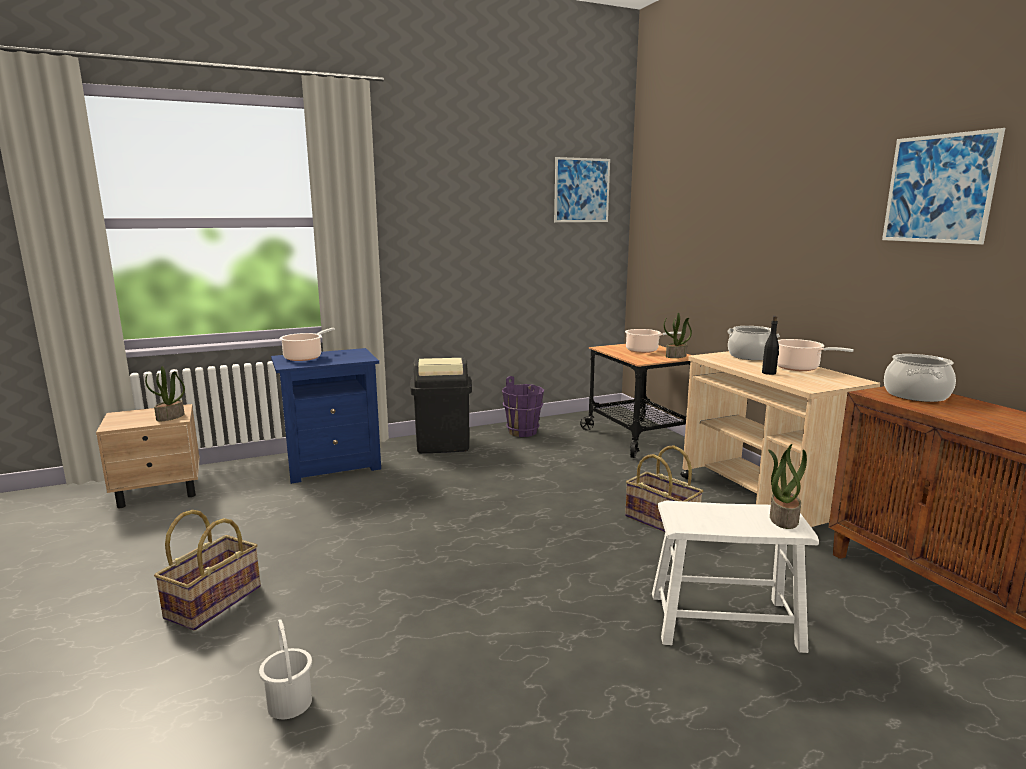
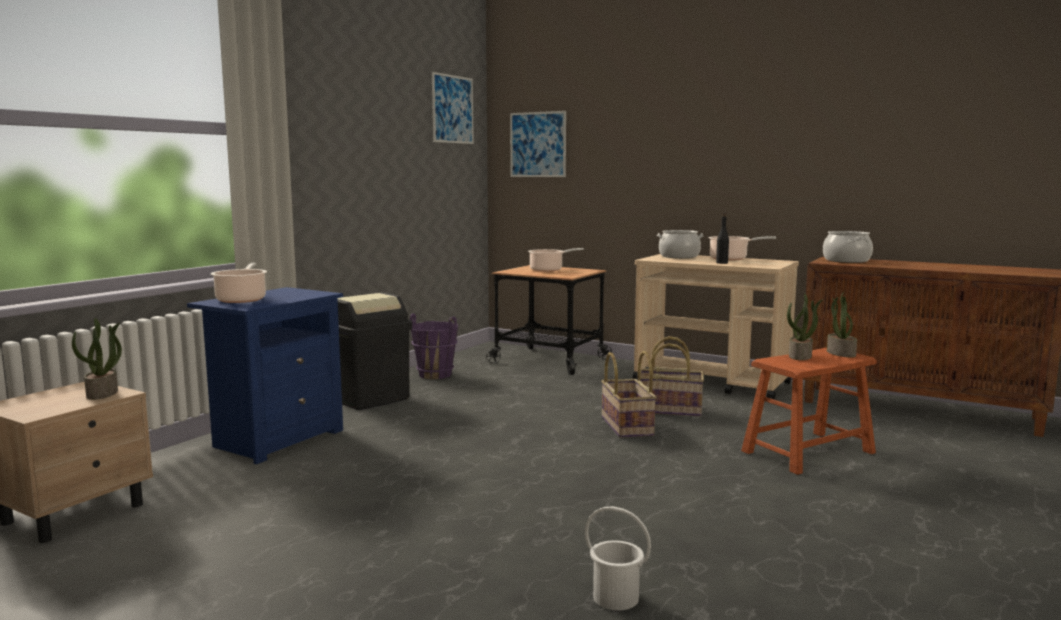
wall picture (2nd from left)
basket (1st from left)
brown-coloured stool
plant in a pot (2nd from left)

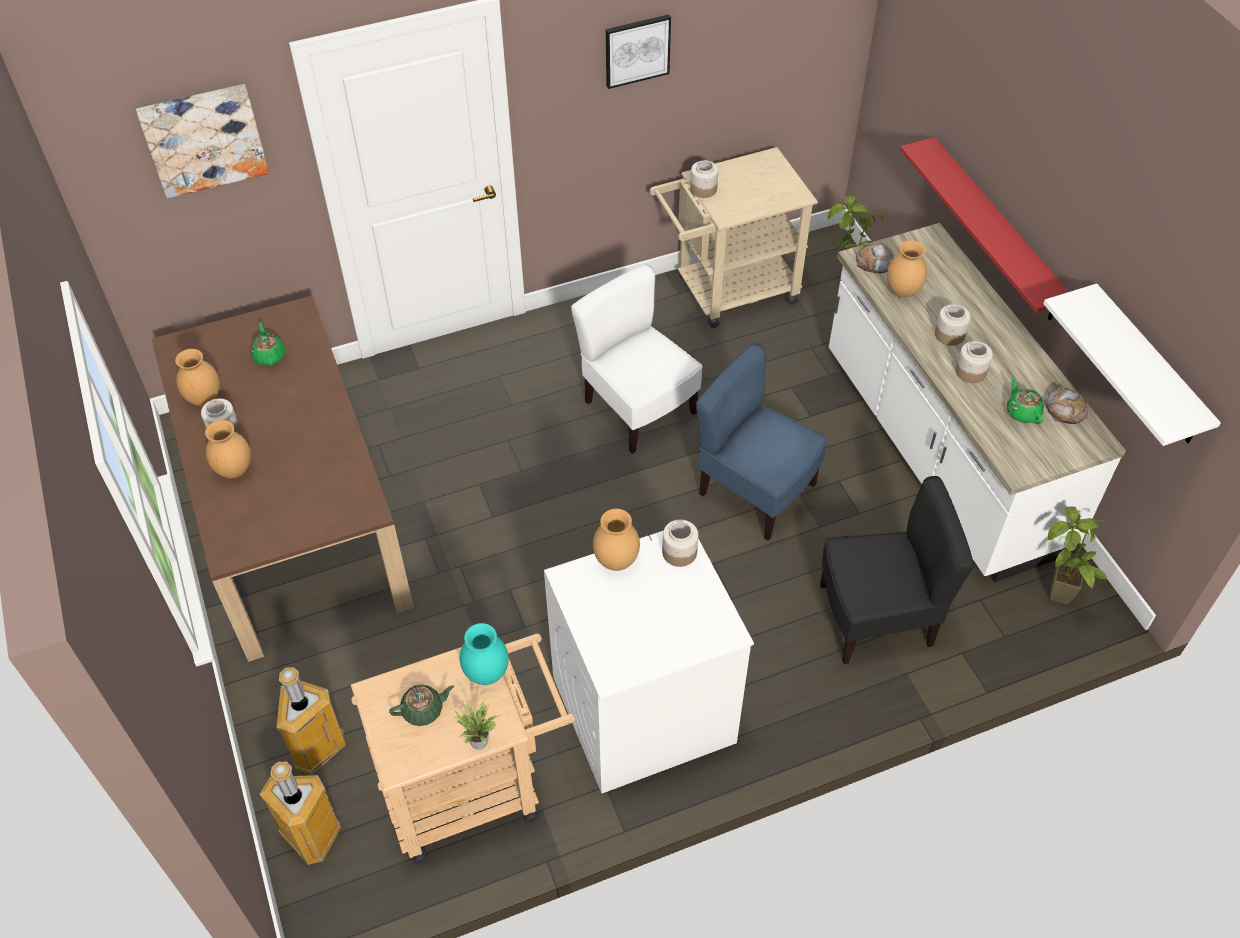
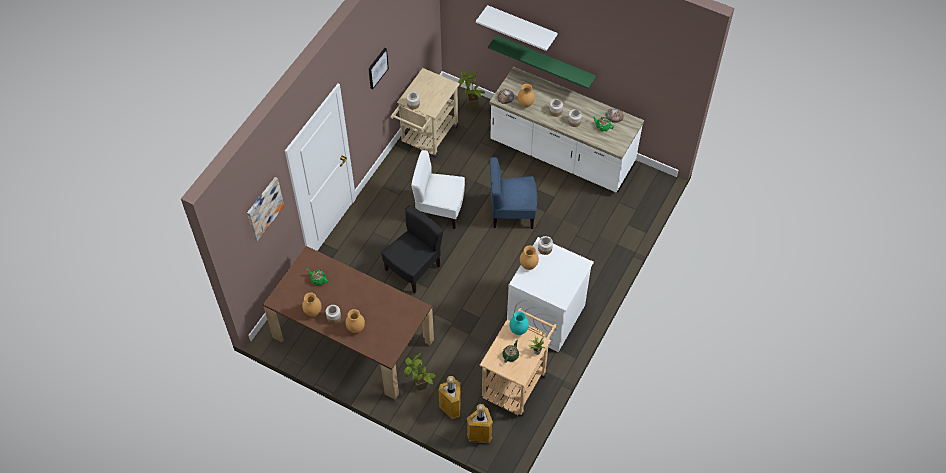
black-coloured plain chair
plant in a pot (1st from left)
whitish wall shelf
green wall shelf

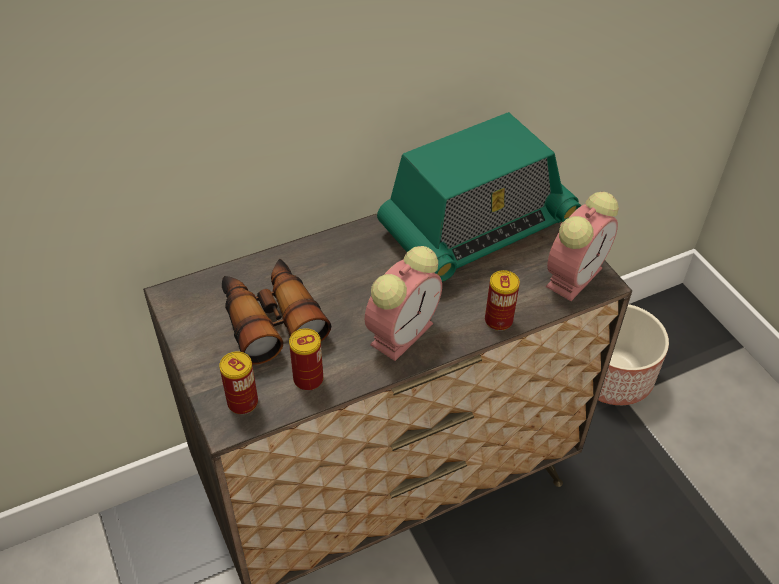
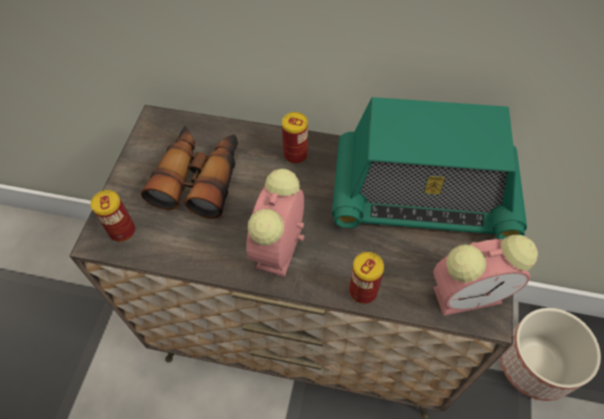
alarm clock (1st from left)
sealed can (2nd from left)

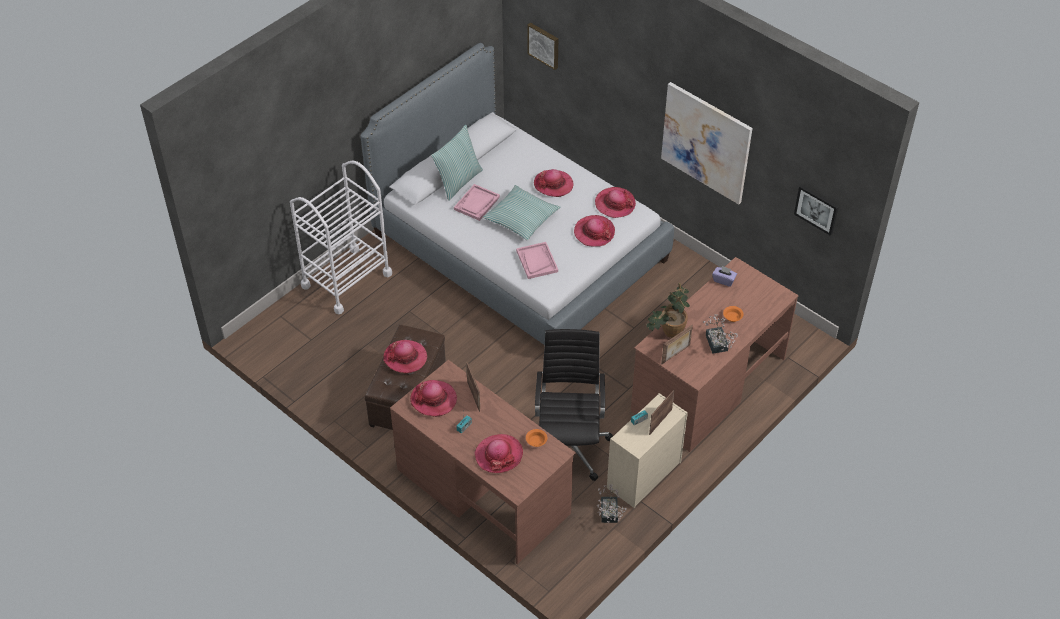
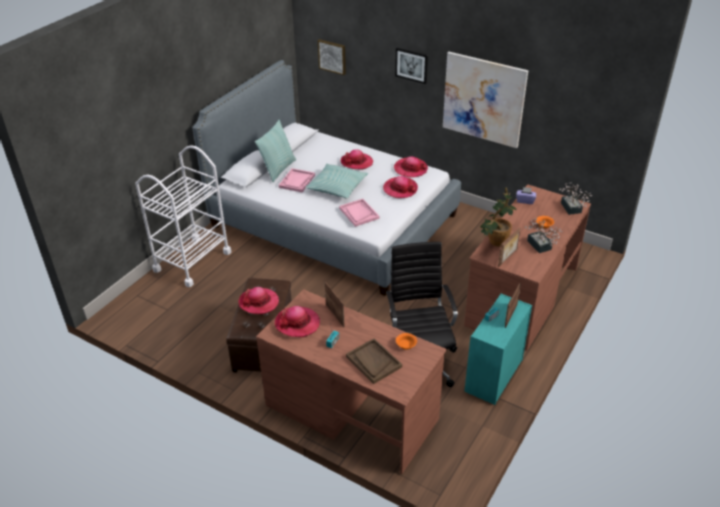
brown-coloured serving tray
wall picture (2nd from left)
turquoise-coloured drawer chest
plant in a pot (3rd from left)

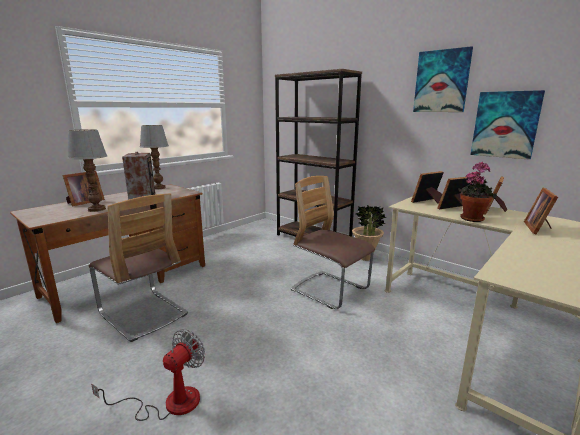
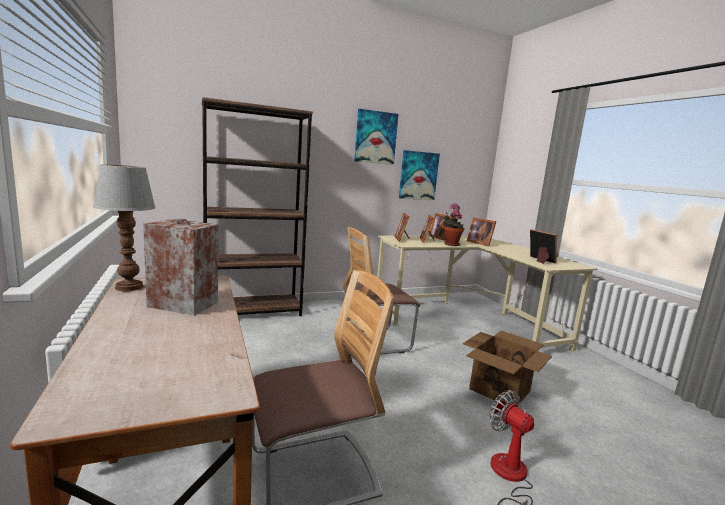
cardboard box
picture frame (5th from left)
table lamp (1st from left in the first image)
plant in a pot (1st from left in the first image)

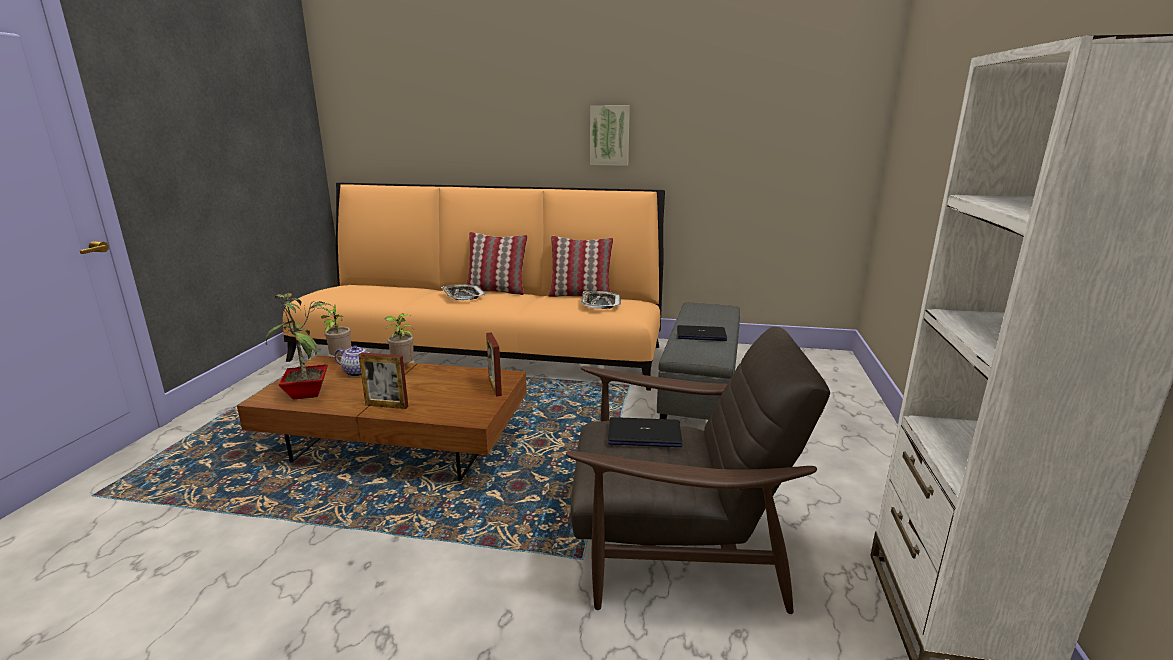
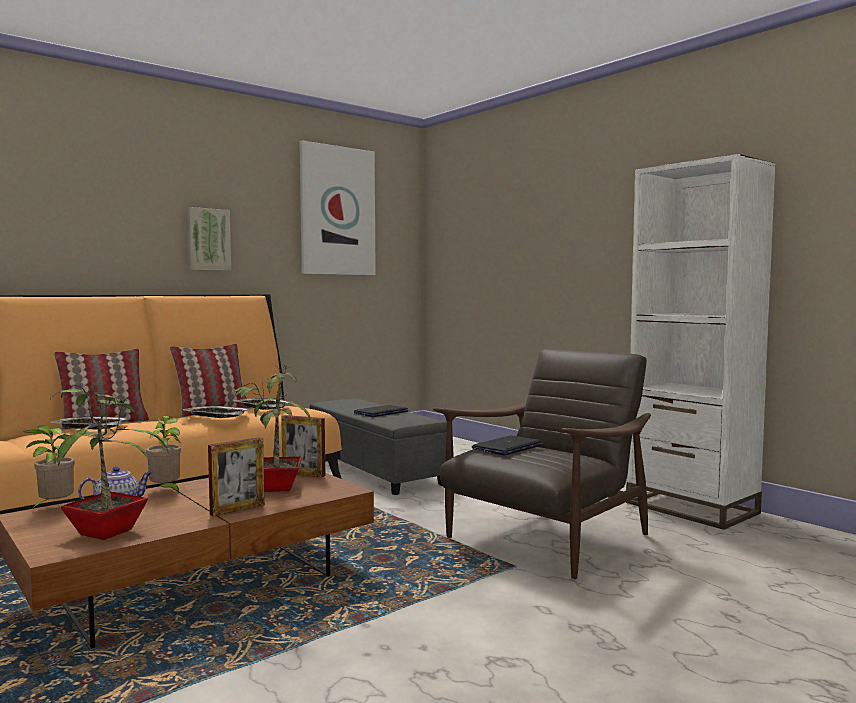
serving tray (2nd from left)
plant in a pot (4th from left)
wall picture (2nd from left)

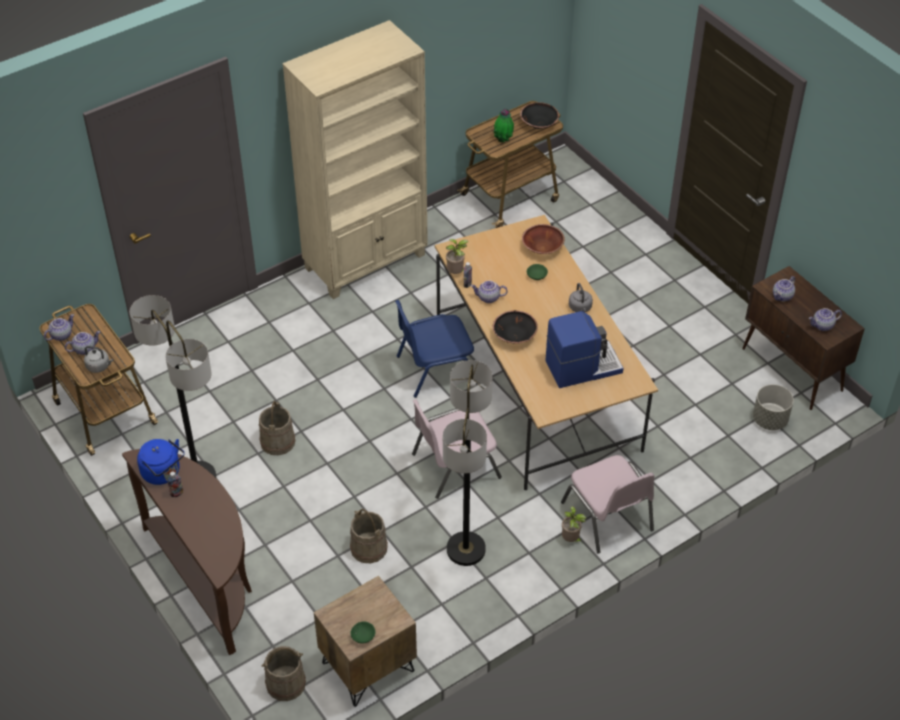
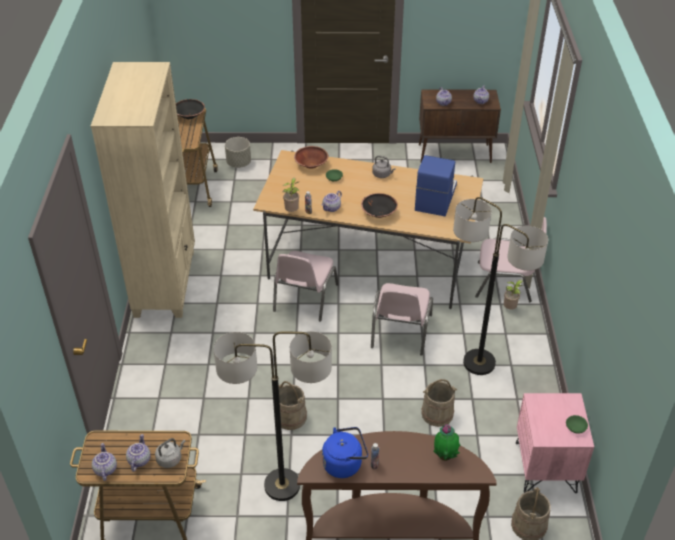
gray flower pot
pinkish plain chair (1st from left)
plant in a pot (2nd from left)
pinkish night table

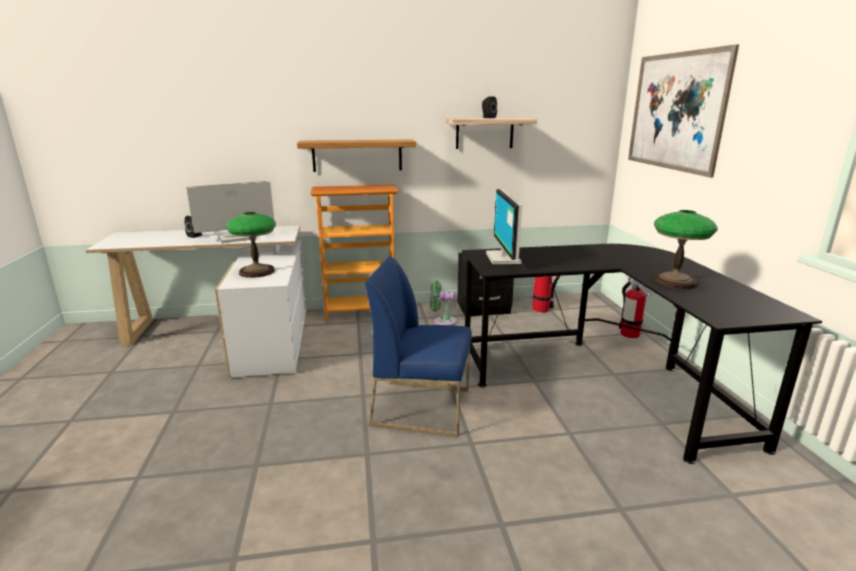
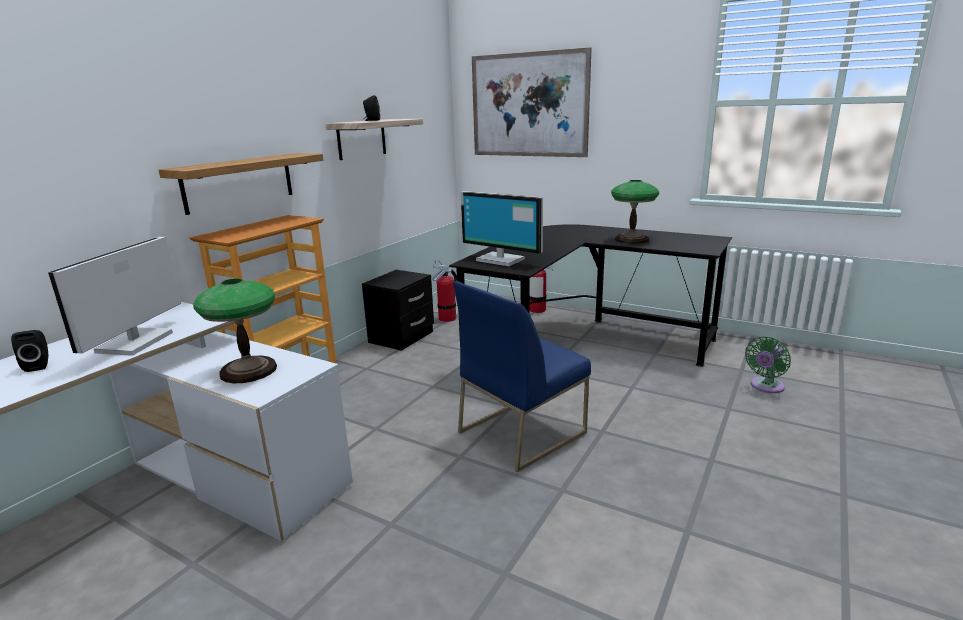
green fan

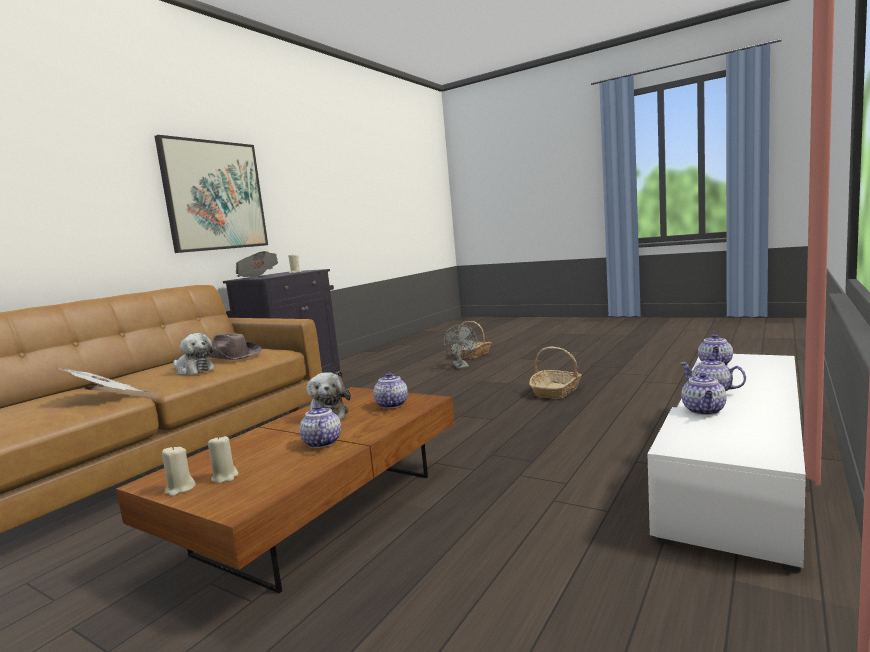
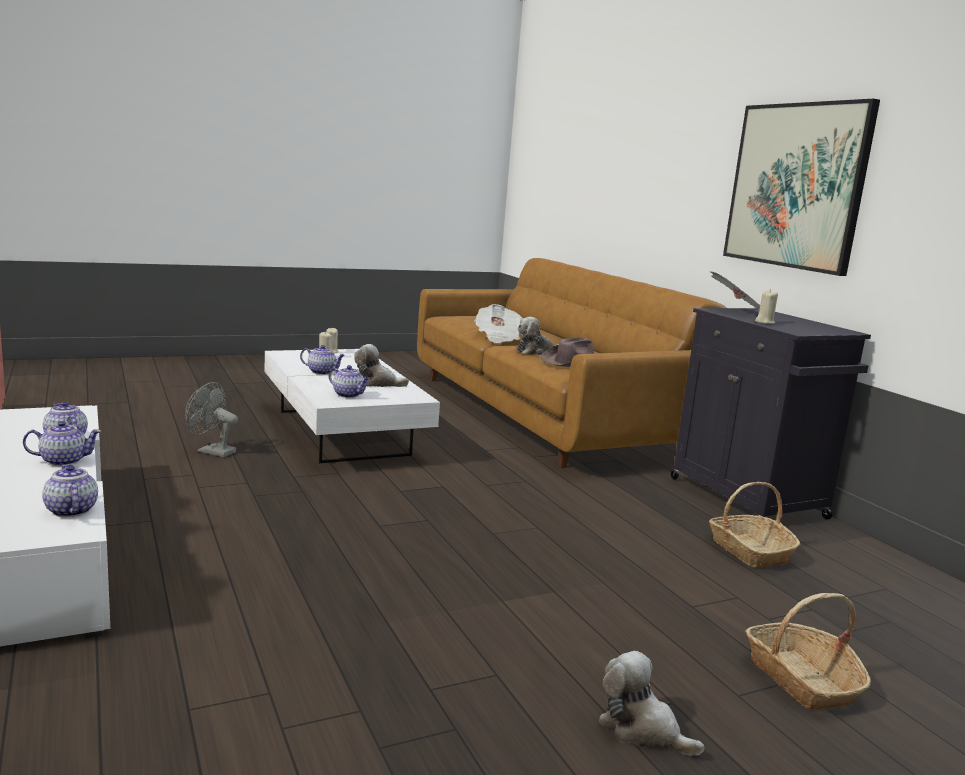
gray fan
whitish coffee table
cuddly toy (3rd from left)
basket (1st from left)

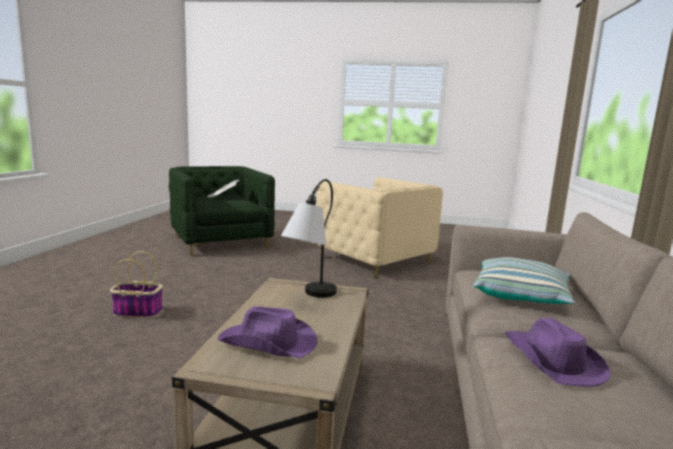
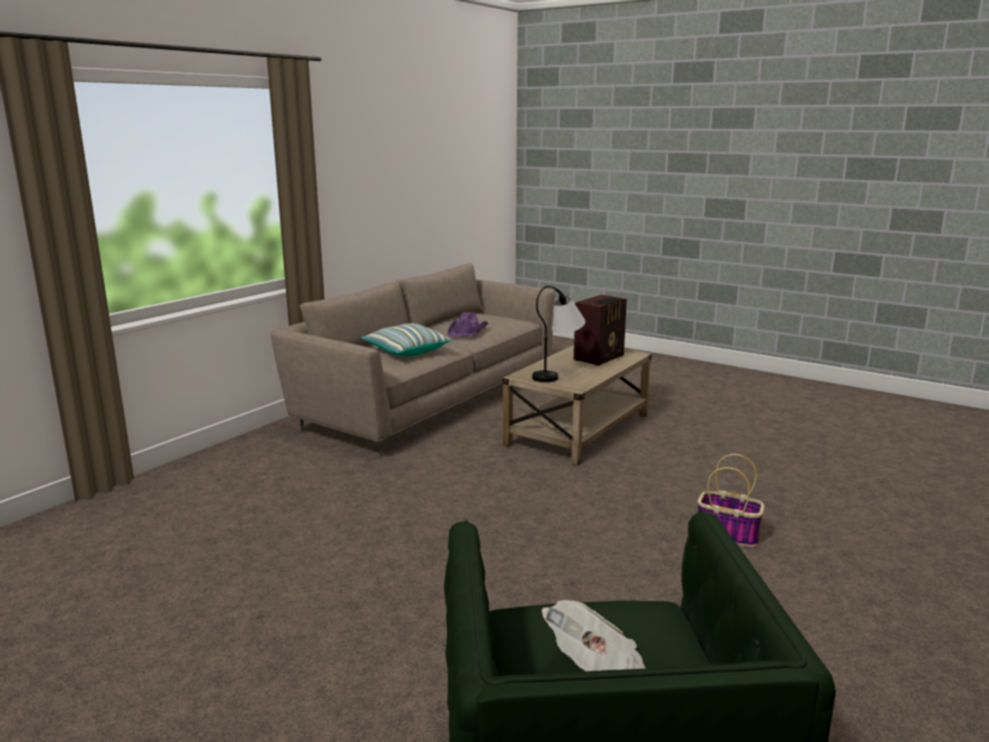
radio
beige-coloured lounge chair

